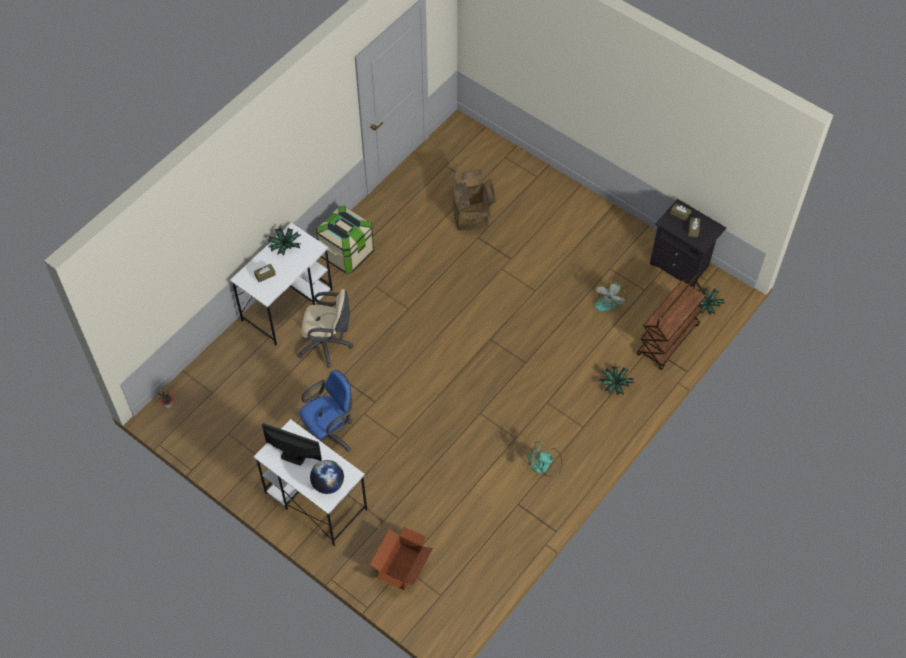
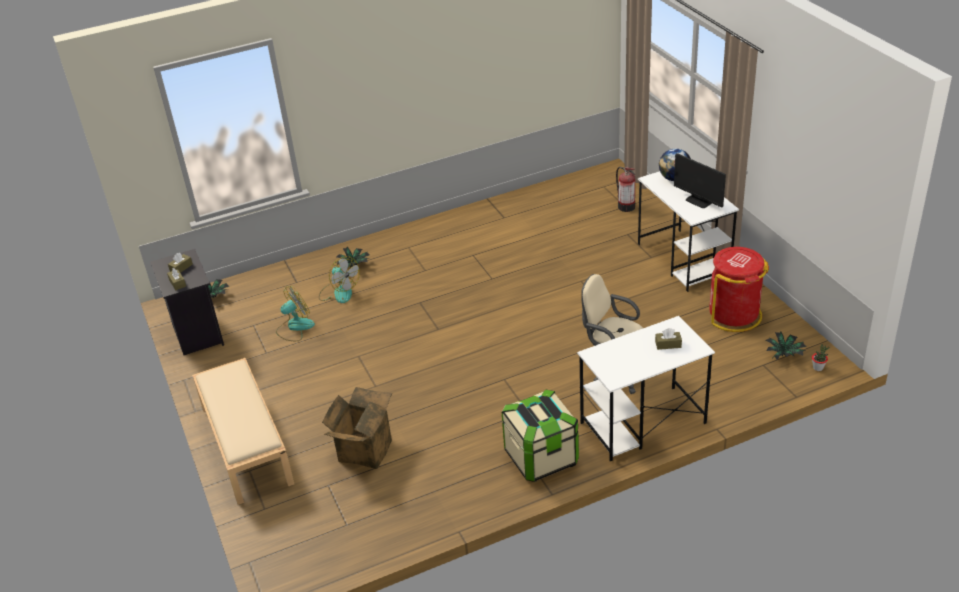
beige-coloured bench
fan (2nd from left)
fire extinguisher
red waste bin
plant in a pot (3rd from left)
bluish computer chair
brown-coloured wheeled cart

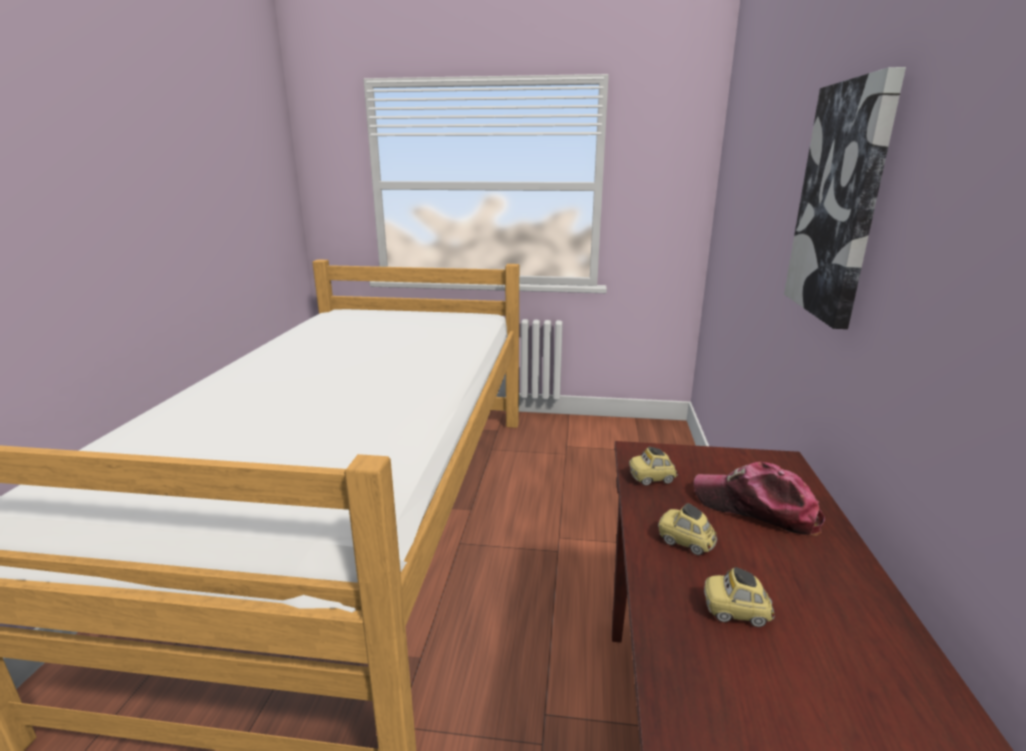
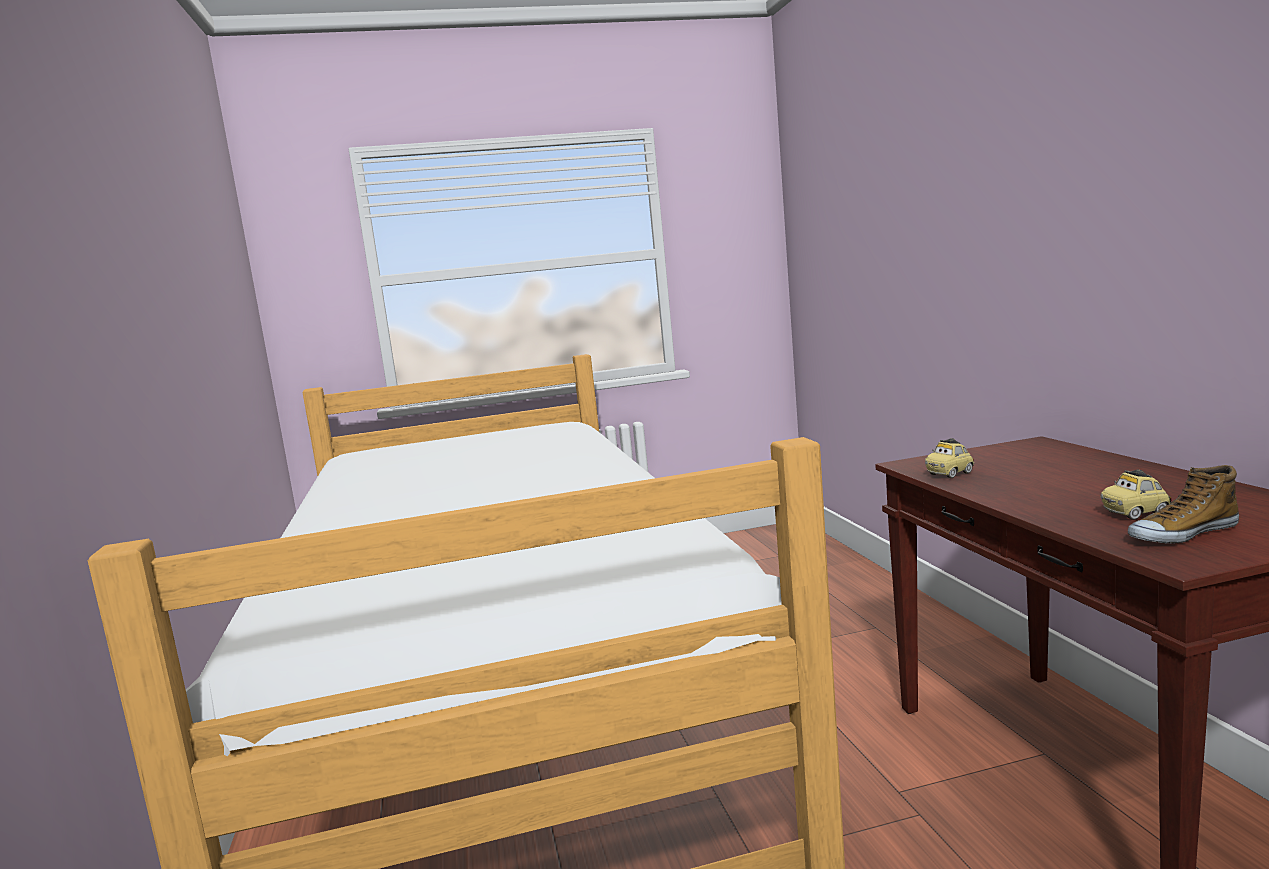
shoe
miniature car (2nd from left in the first image)
peaked cap
wall picture

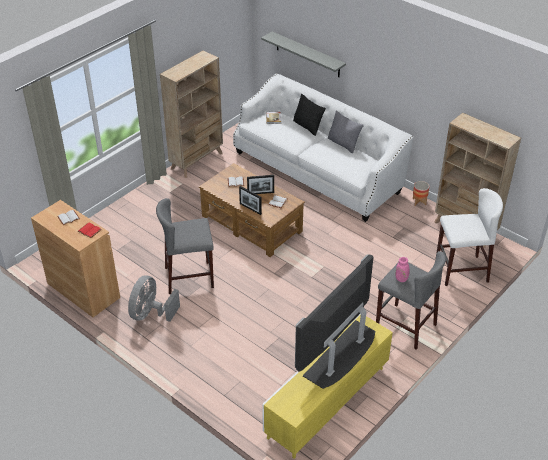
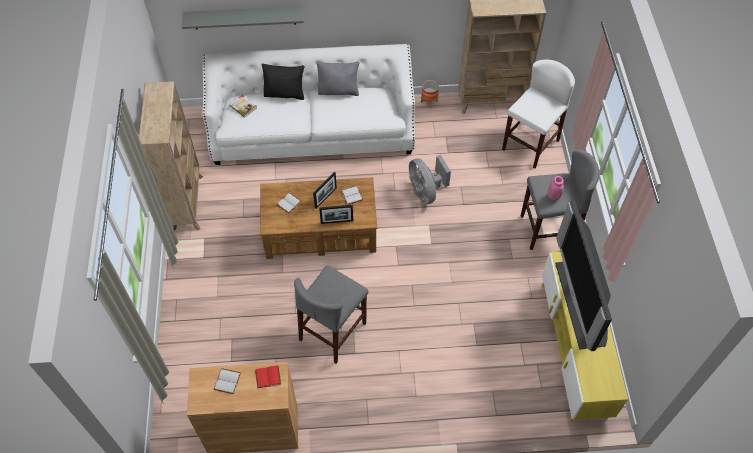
gray fan

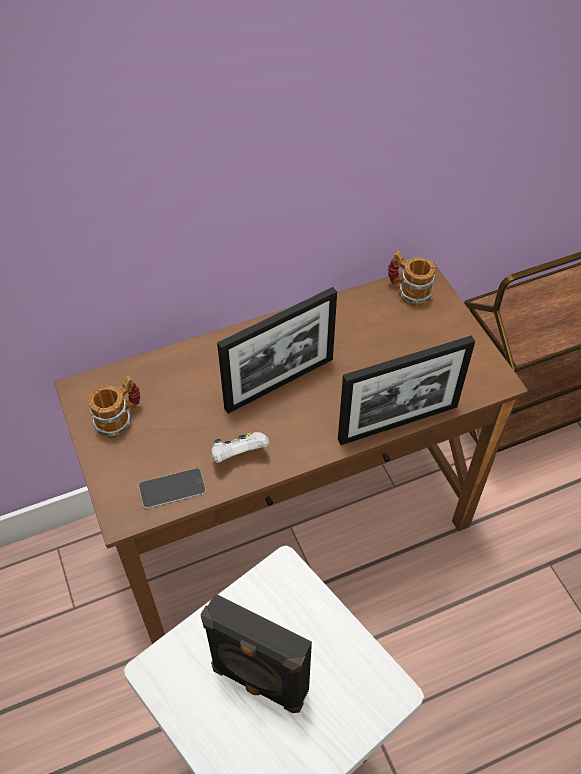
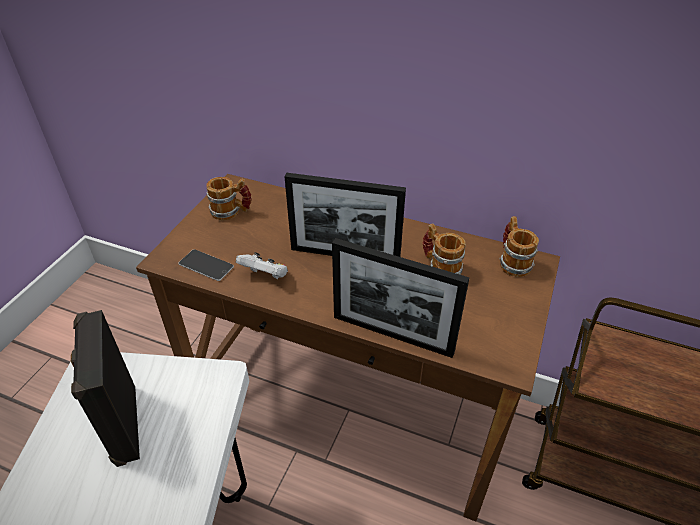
mug (2nd from left)

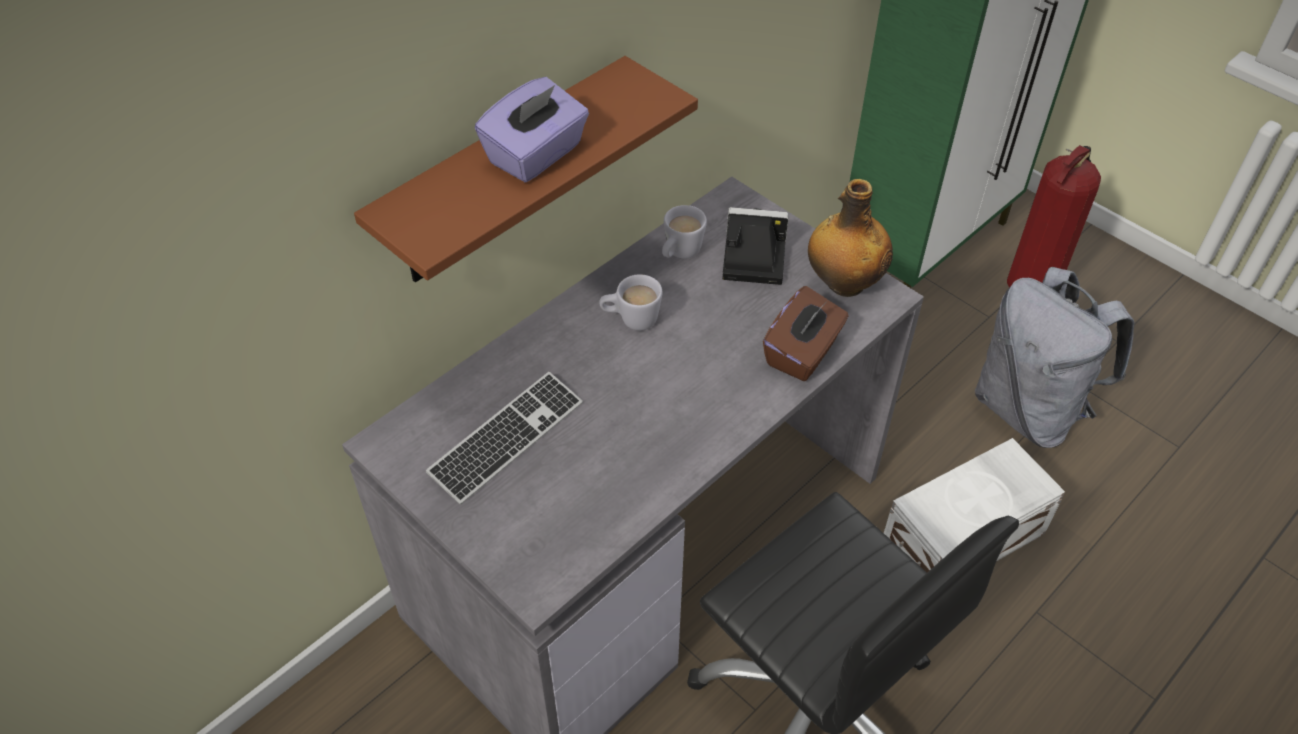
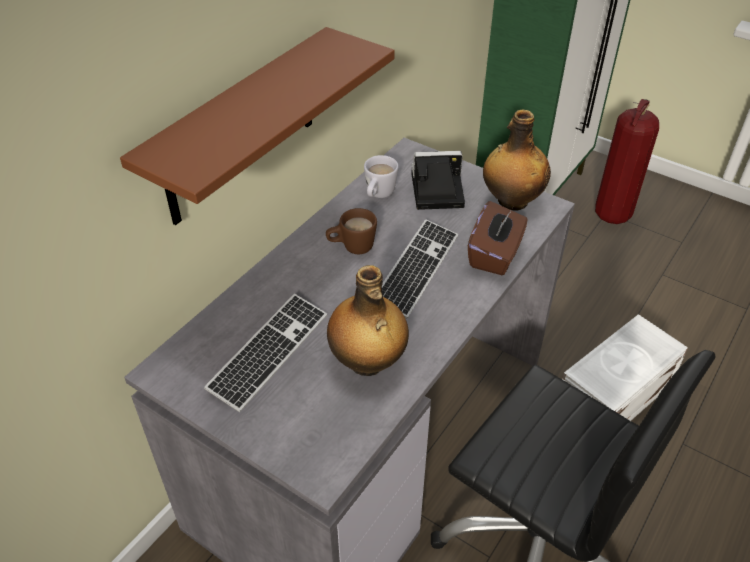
brown-coloured mug
beverage bottle (1st from left)
keyboard (2nd from left)
purple tissue holder
gray knapsack

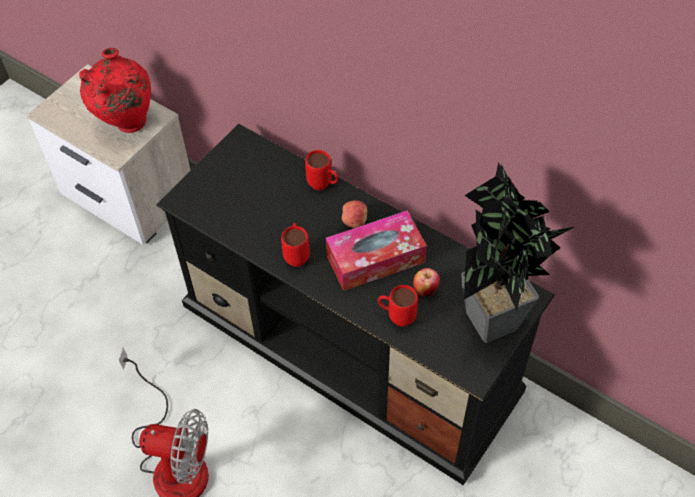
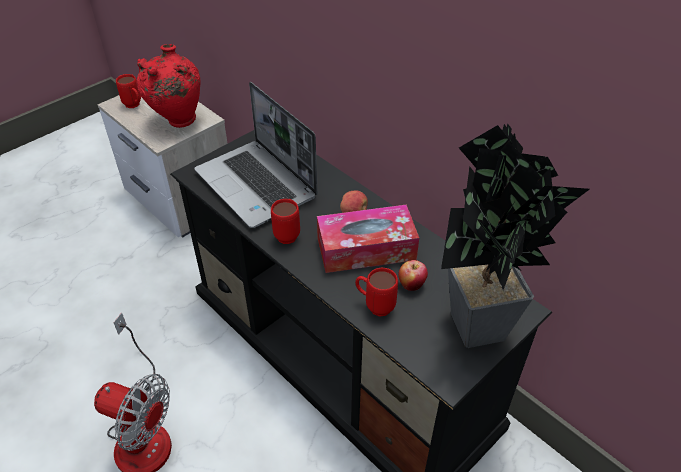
red mug (1st from left)
laptop

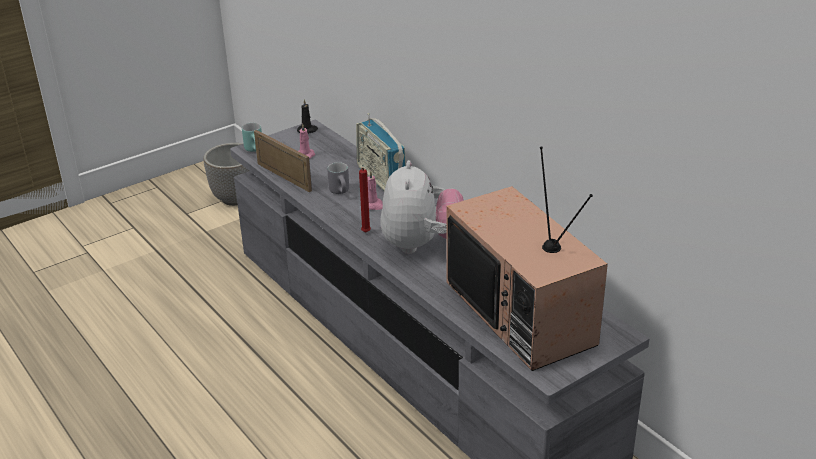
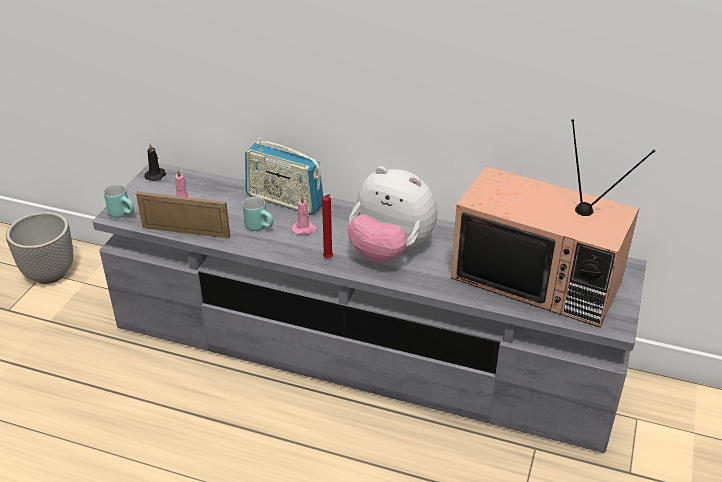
turquoise-coloured mug (2nd from left)
cuddly toy

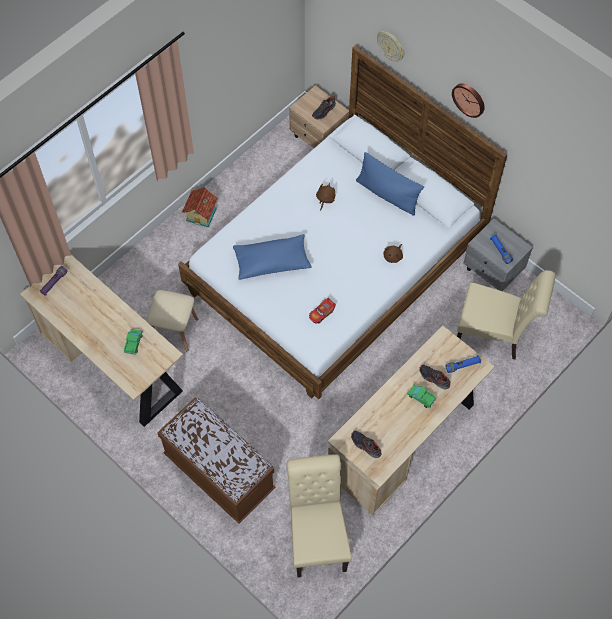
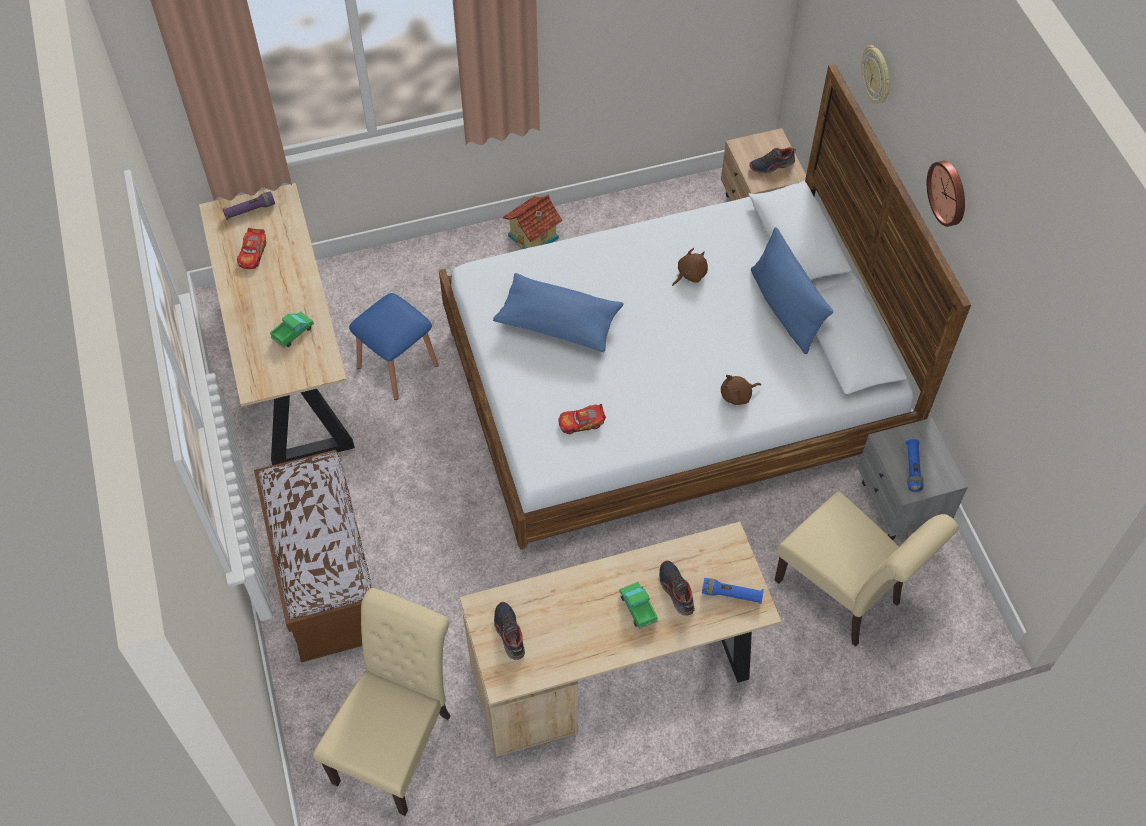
miniature car (1st from left)
bluish stool

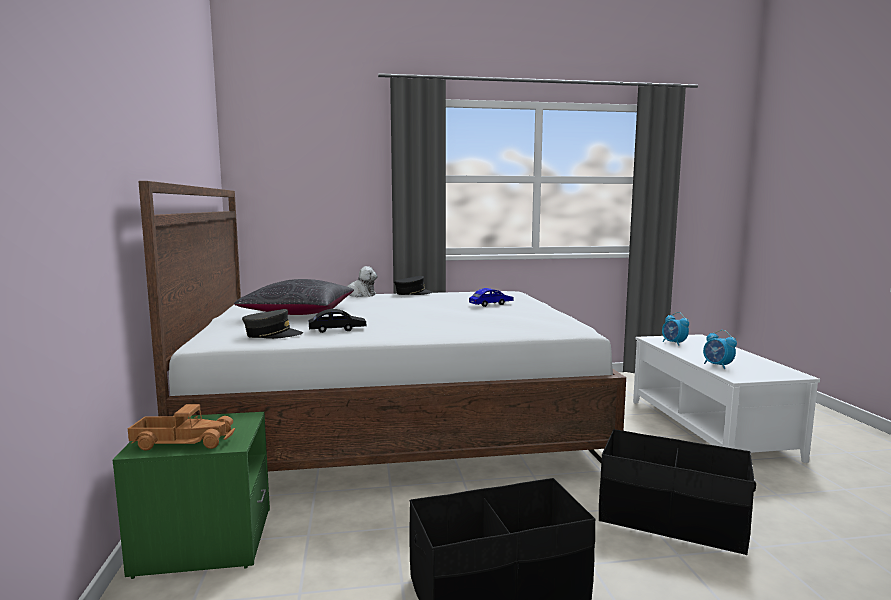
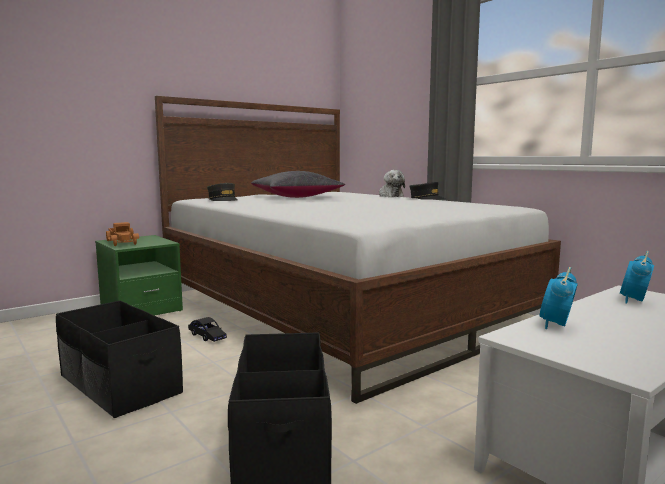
black-coloured miniature car
bluish miniature car

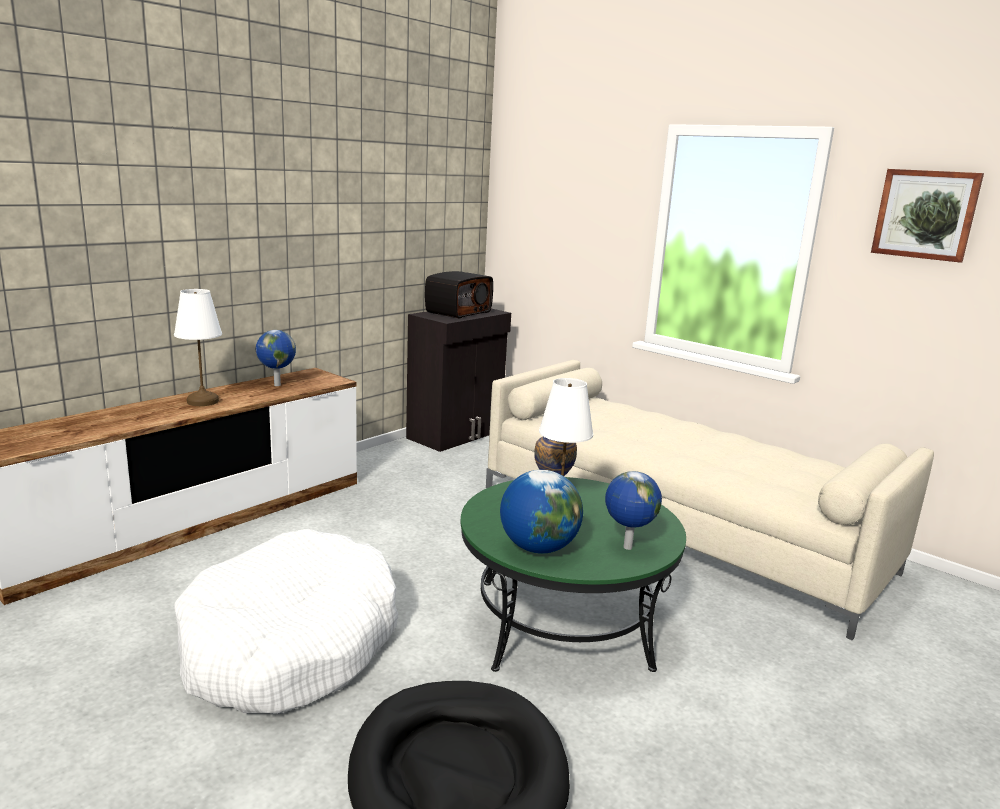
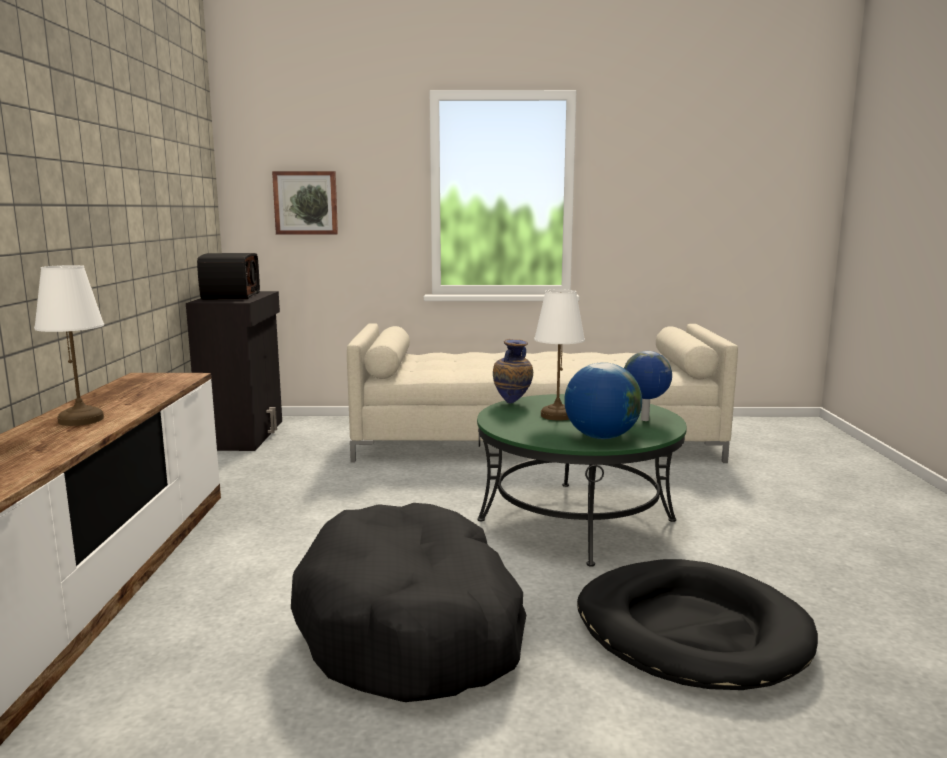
wall picture
black-coloured dog cushion (1st from left)
globe (1st from left in the first image)

